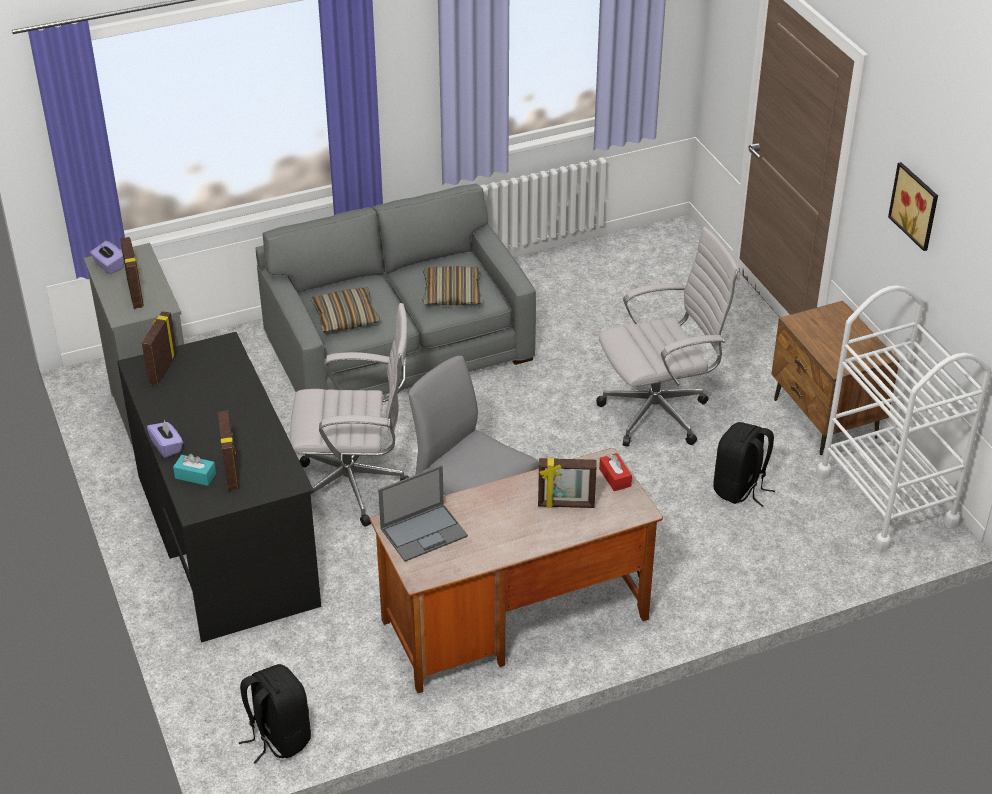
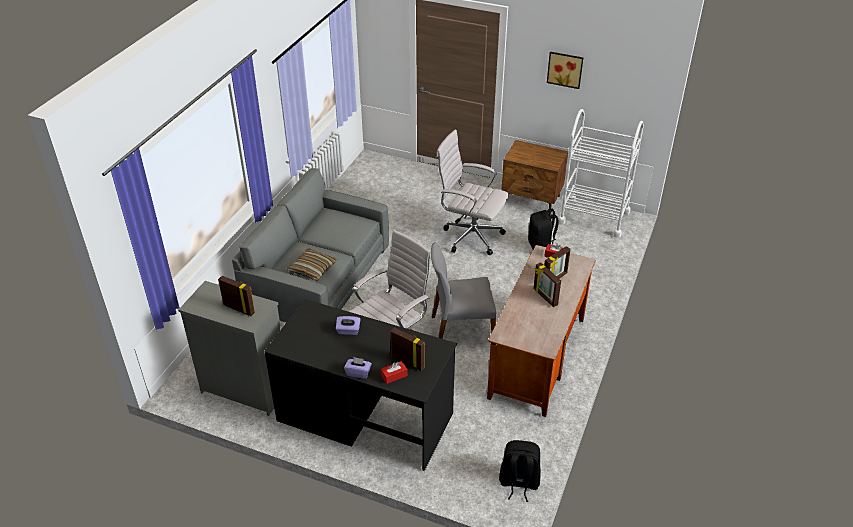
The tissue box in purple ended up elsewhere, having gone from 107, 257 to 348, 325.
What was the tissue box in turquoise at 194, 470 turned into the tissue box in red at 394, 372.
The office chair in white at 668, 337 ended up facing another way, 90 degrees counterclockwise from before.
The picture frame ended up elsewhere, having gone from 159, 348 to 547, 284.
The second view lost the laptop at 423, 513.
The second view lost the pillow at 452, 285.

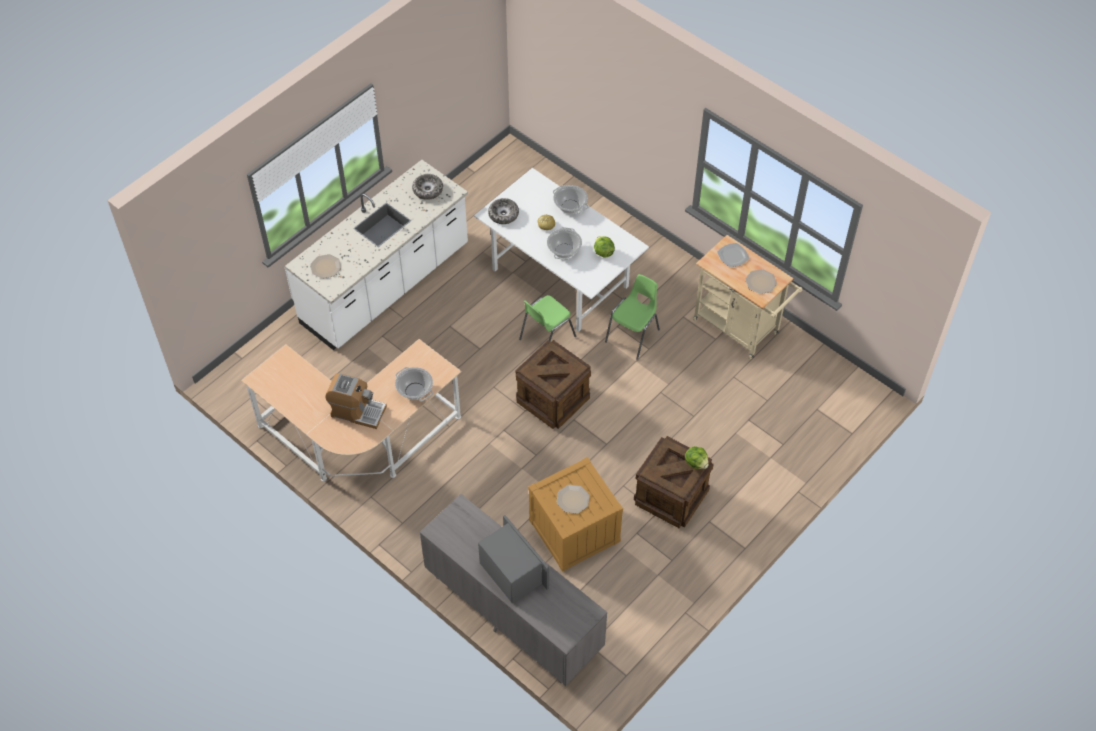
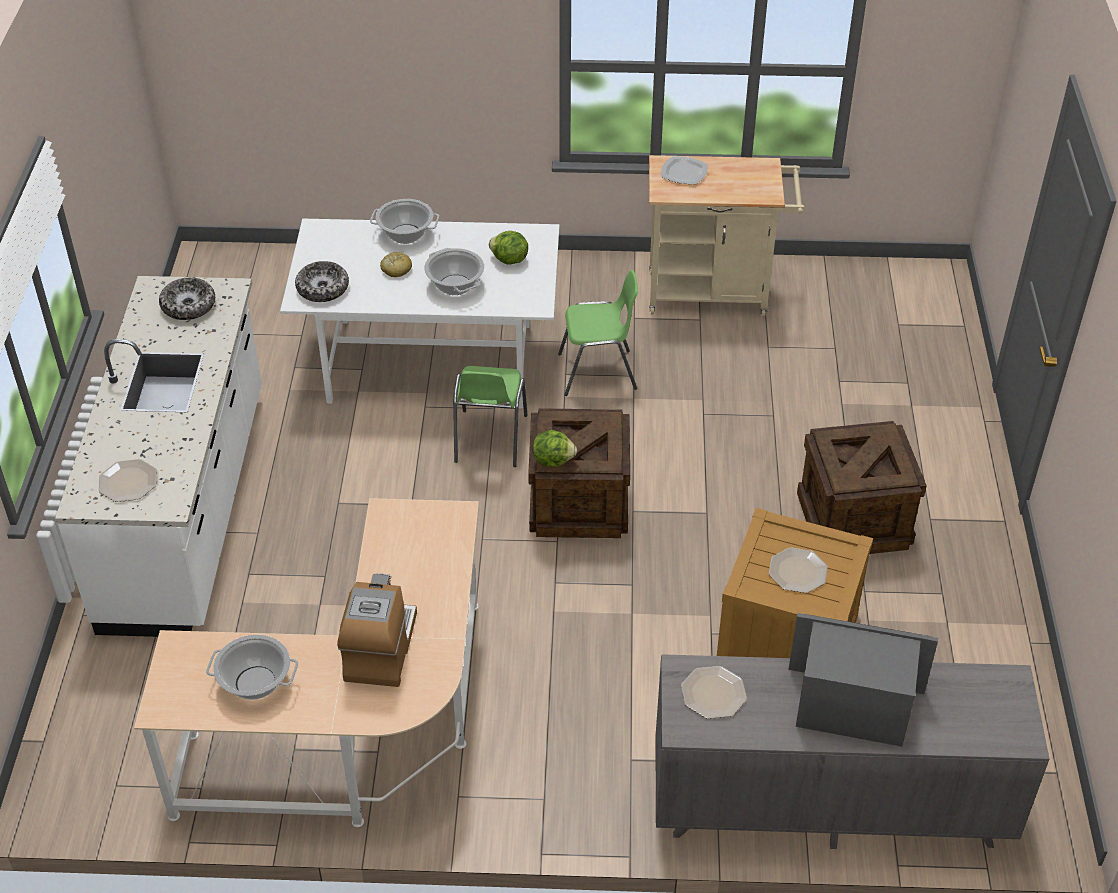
The cooking pot ended up elsewhere, having gone from 414, 384 to 252, 667.
The coffee machine at 356, 401 ended up facing another way, 60 degrees counterclockwise from before.
The lettuce ended up elsewhere, having gone from 696, 457 to 555, 448.
The chair in green at 632, 317 ended up facing another way, 90 degrees clockwise from before.
The plate ended up elsewhere, having gone from 761, 281 to 714, 692.

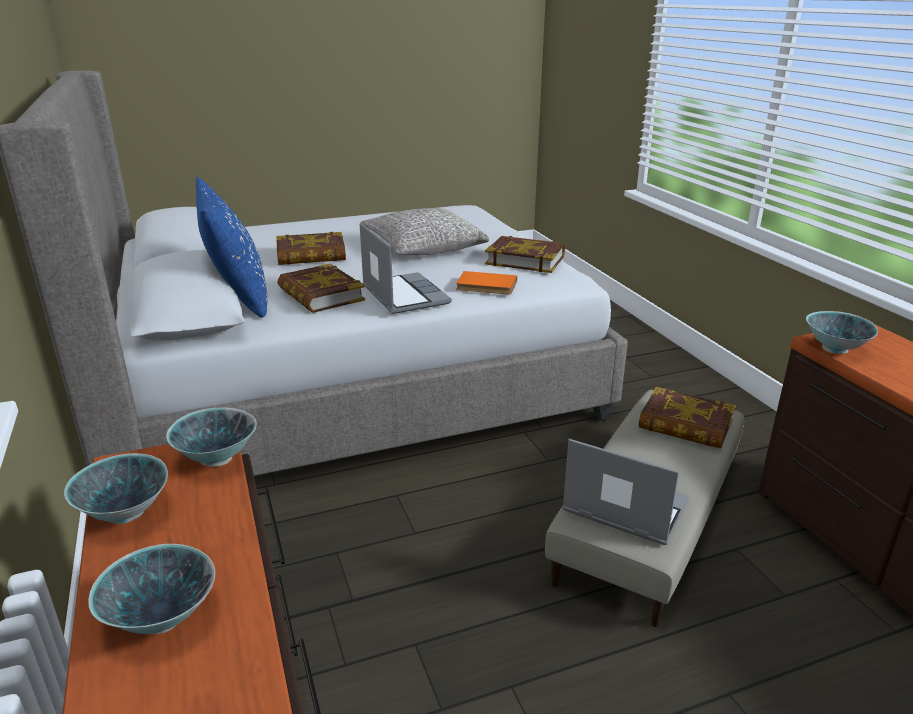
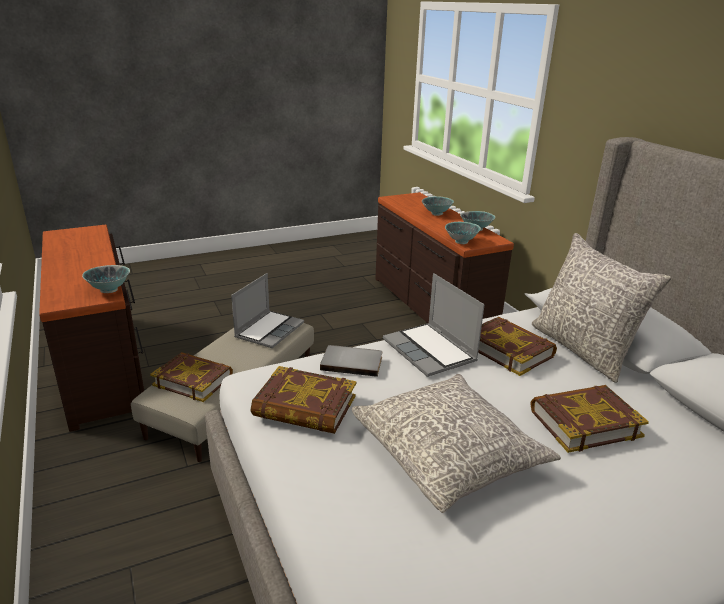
The laptop at 625, 492 ended up facing another way, 90 degrees counterclockwise from before.
What was the book in orange at 486, 283 turned into the book in grey at 351, 361.
What was the pillow in blue at 231, 247 turned into the pillow in grey at 601, 308.

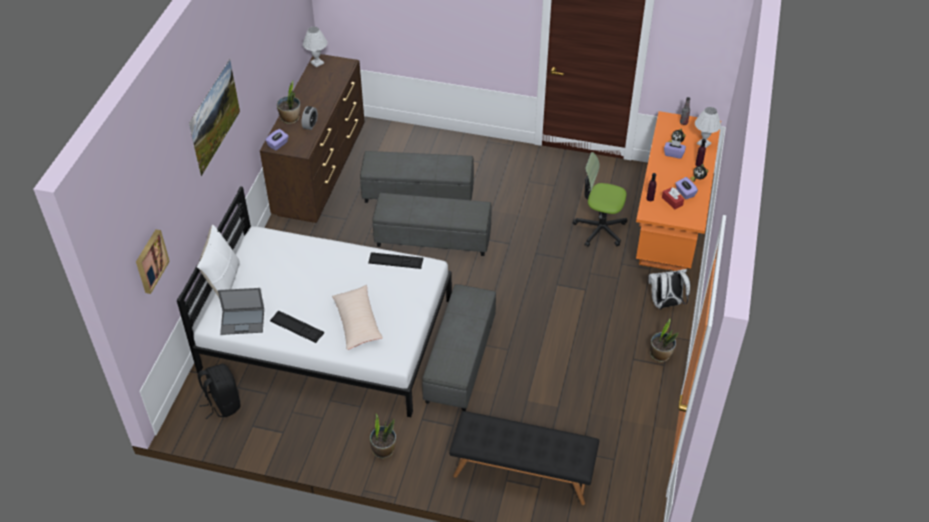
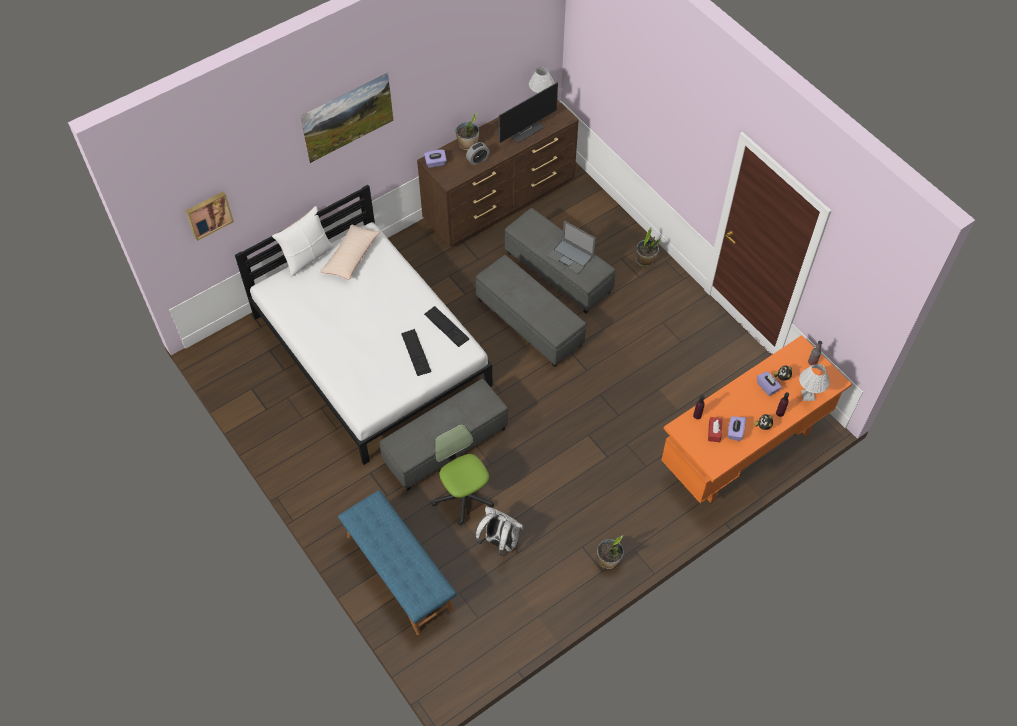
The pillow in beige ended up elsewhere, having gone from 357, 317 to 350, 252.
What was the bench in black at 524, 458 turned into the bench in blue at 397, 562.
The keyboard ended up elsewhere, having gone from 297, 326 to 416, 352.
The office chair ended up elsewhere, having gone from 599, 199 to 462, 474.
The backpack in white ended up elsewhere, having gone from 669, 289 to 500, 531.
The second view gained the monitor at 528, 112.
The laptop ended up elsewhere, having gone from 241, 311 to 571, 247.
The potted plant ended up elsewhere, having gone from 383, 436 to 648, 247.
The second view lost the backpack in black at 219, 391.

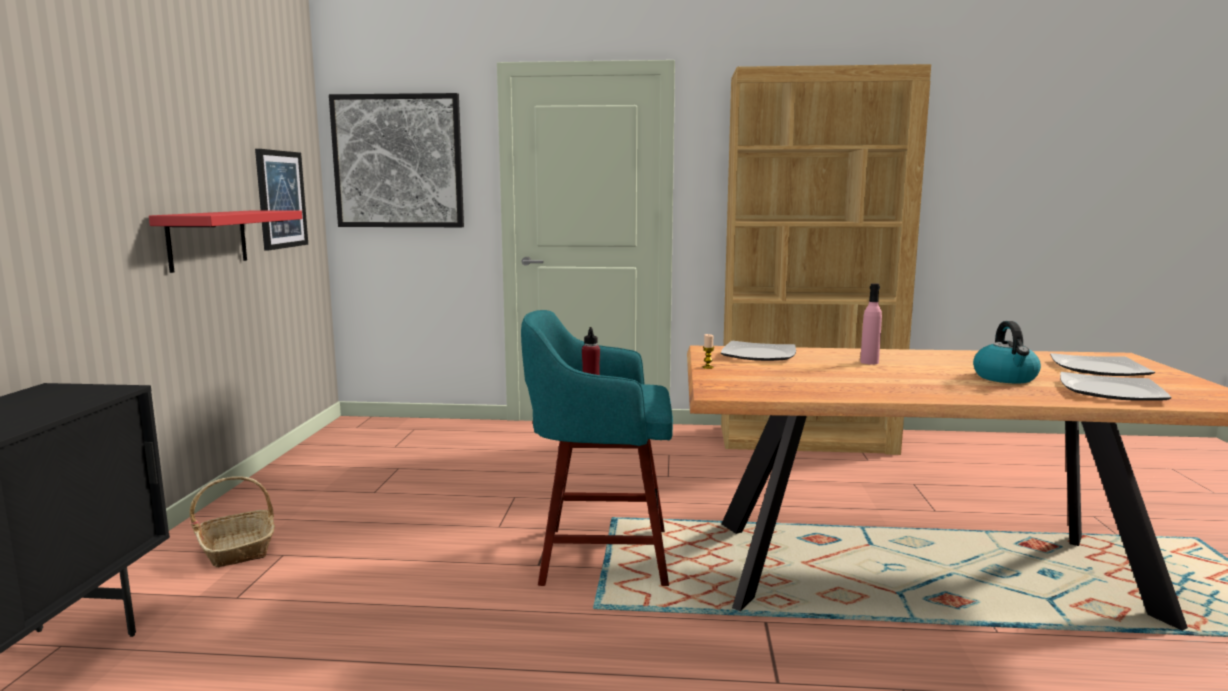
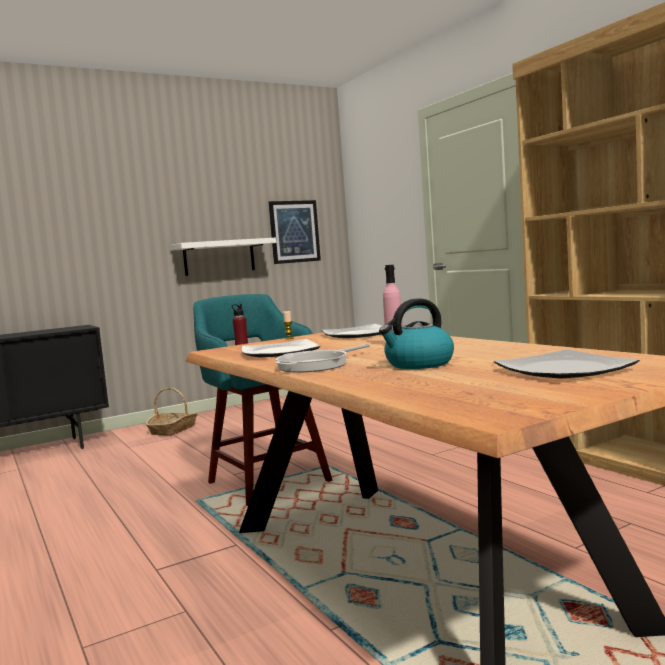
What was the shelf in red at 225, 241 turned into the shelf in white at 223, 257.
The plate ended up elsewhere, having gone from 1116, 386 to 281, 348.
The second view gained the frying pan at 323, 358.
The second view lost the picture at 396, 160.

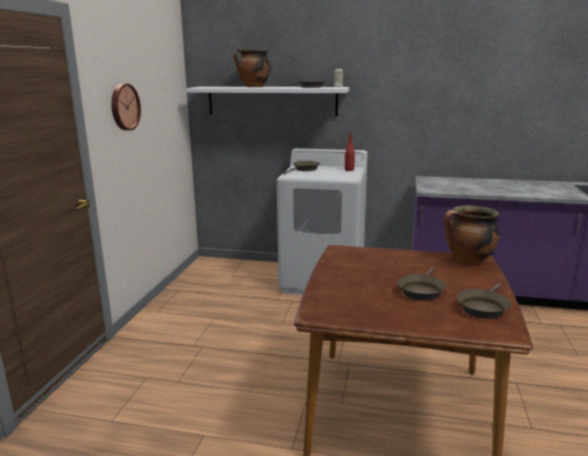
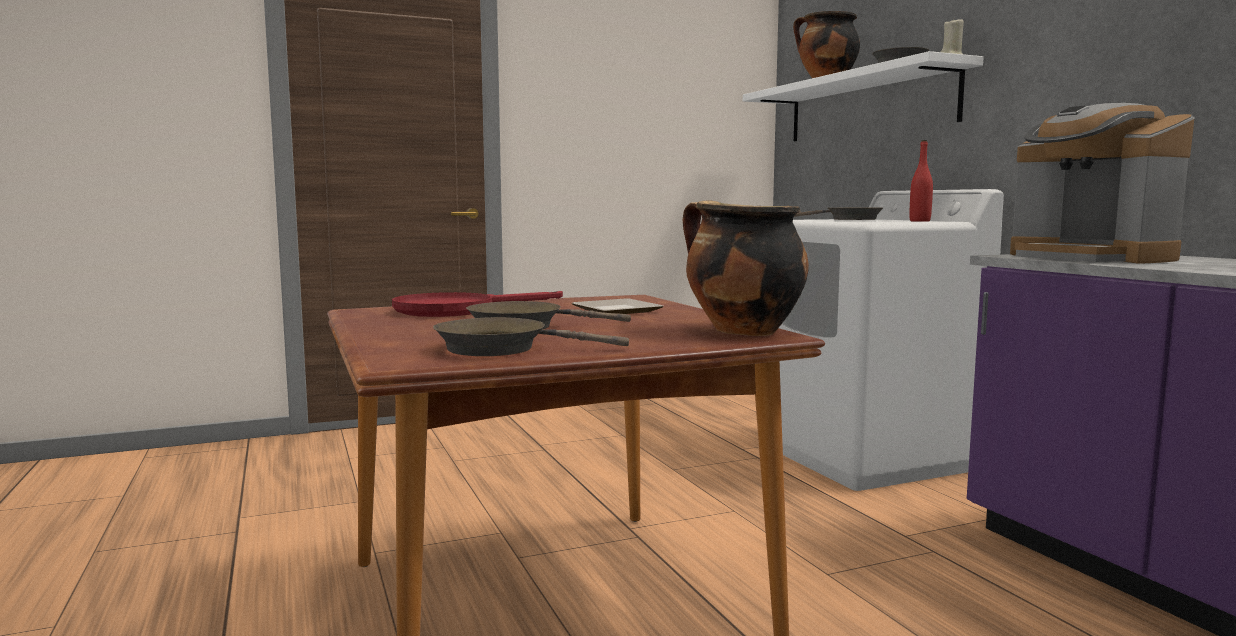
The second view gained the frying pan in red at 477, 304.
The second view gained the plate at 617, 306.
The second view gained the coffee machine at 1102, 183.
The second view lost the wall clock at 126, 107.

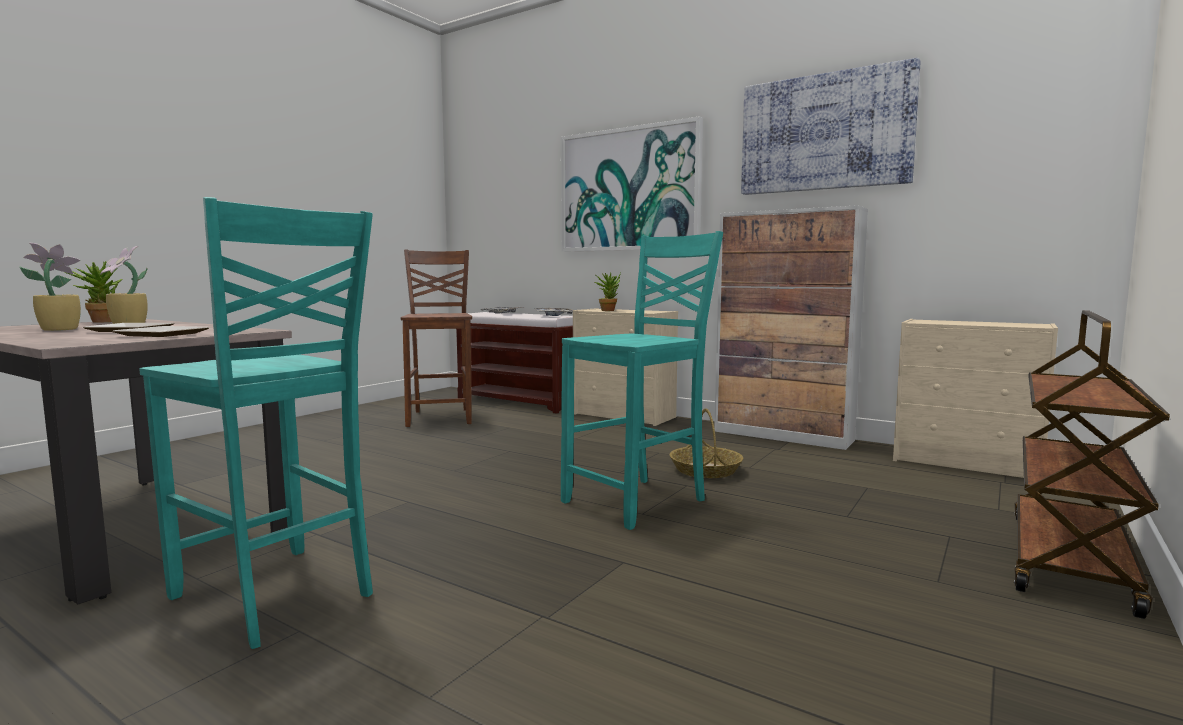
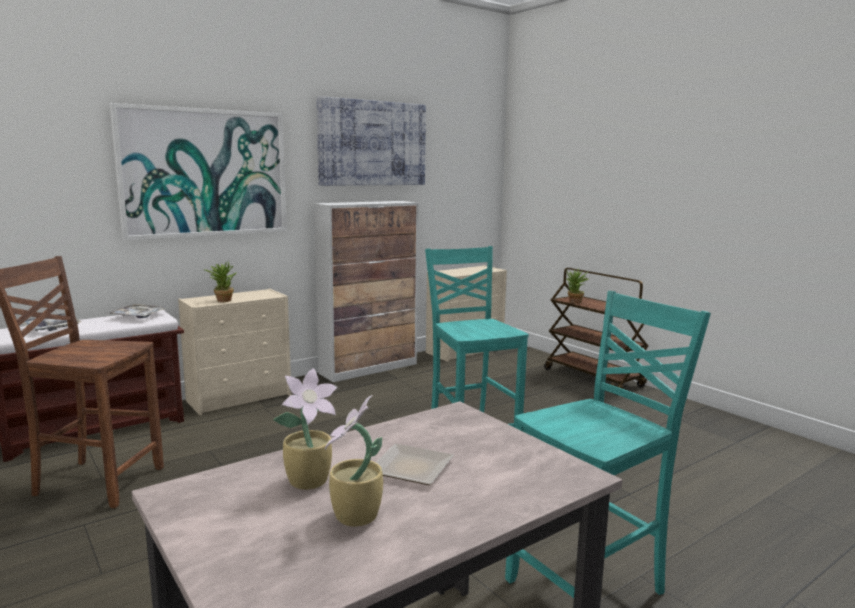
The potted plant ended up elsewhere, having gone from 93, 292 to 577, 286.
The second view lost the plate at 161, 331.
The second view lost the basket at 706, 443.

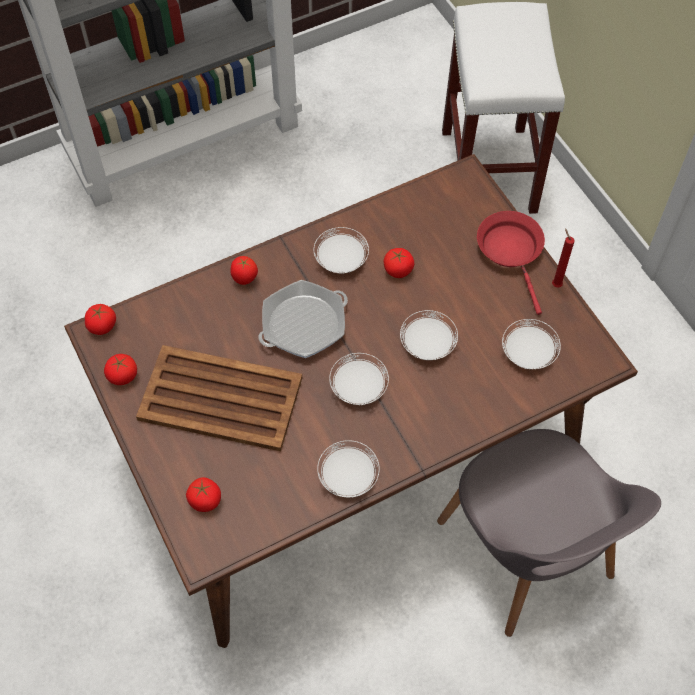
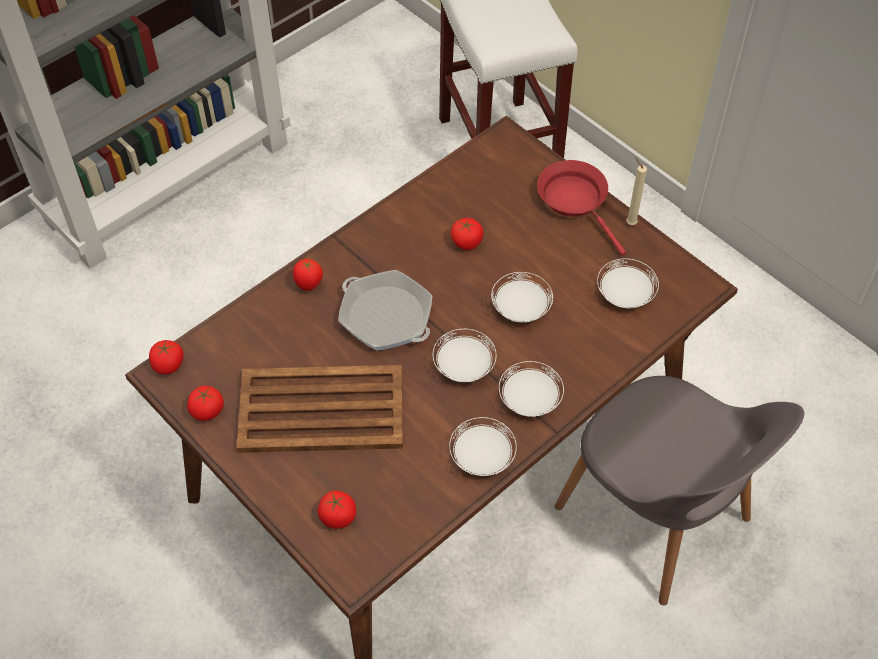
The frying pan at 303, 319 ended up facing another way, 90 degrees clockwise from before.
The plate in white ended up elsewhere, having gone from 341, 250 to 531, 389.
What was the candle in red at 563, 258 turned into the candle in beige at 636, 191.

